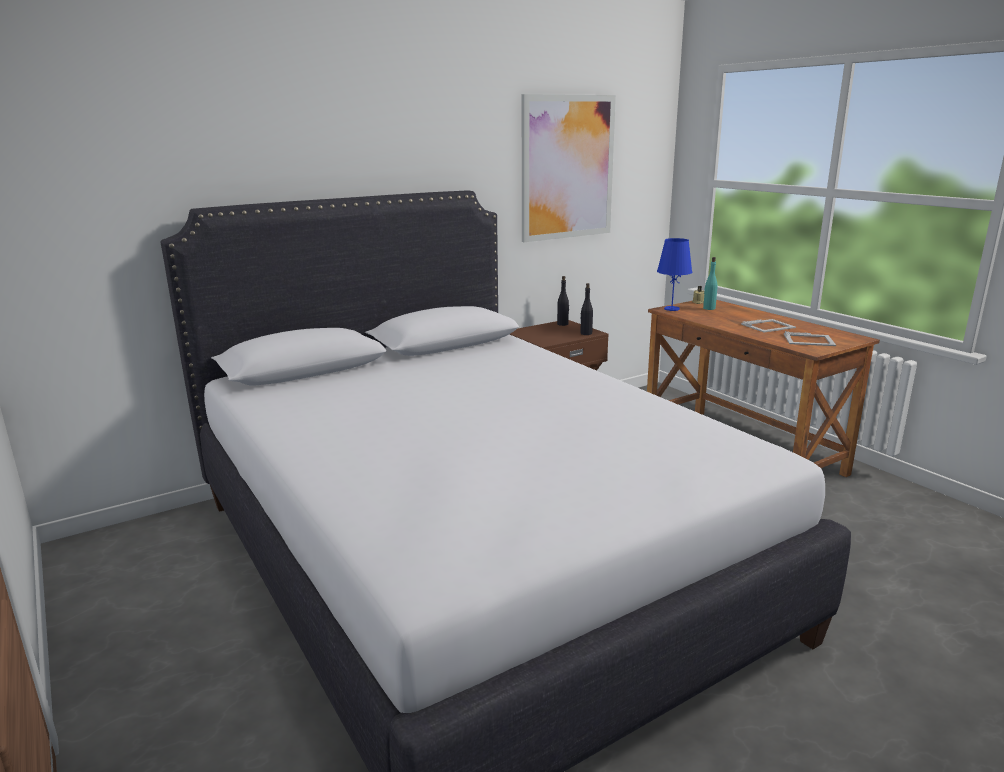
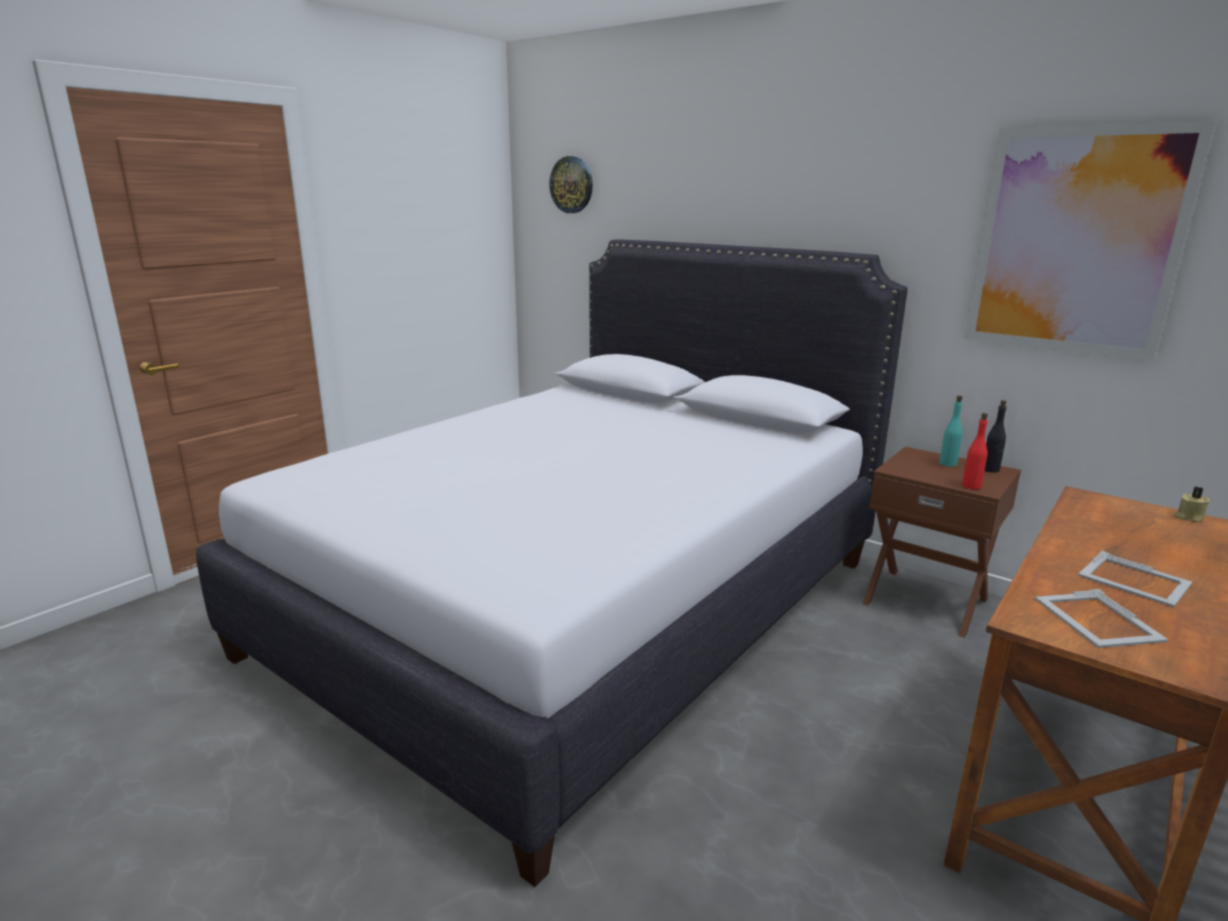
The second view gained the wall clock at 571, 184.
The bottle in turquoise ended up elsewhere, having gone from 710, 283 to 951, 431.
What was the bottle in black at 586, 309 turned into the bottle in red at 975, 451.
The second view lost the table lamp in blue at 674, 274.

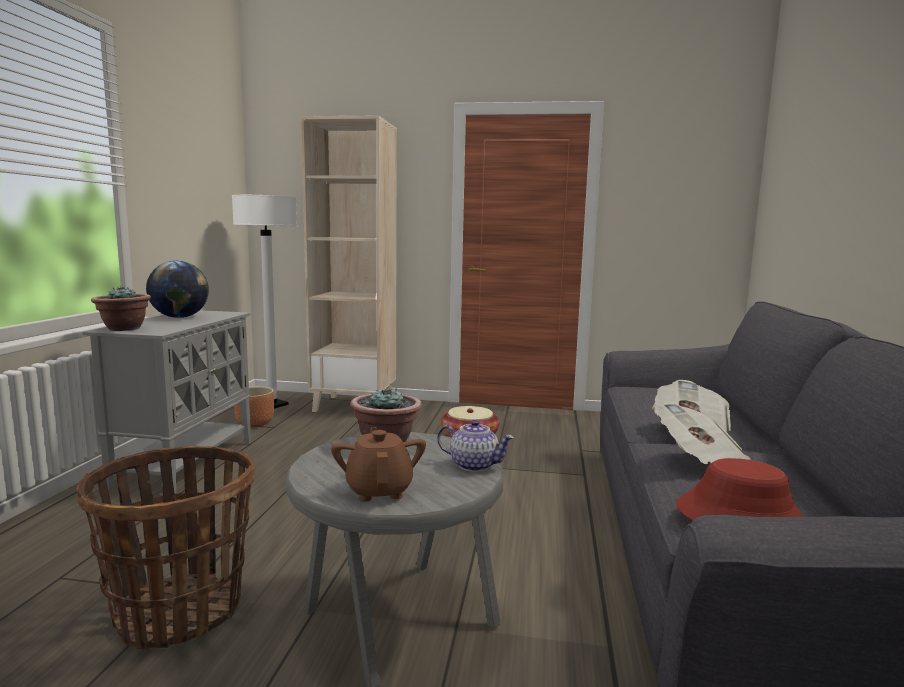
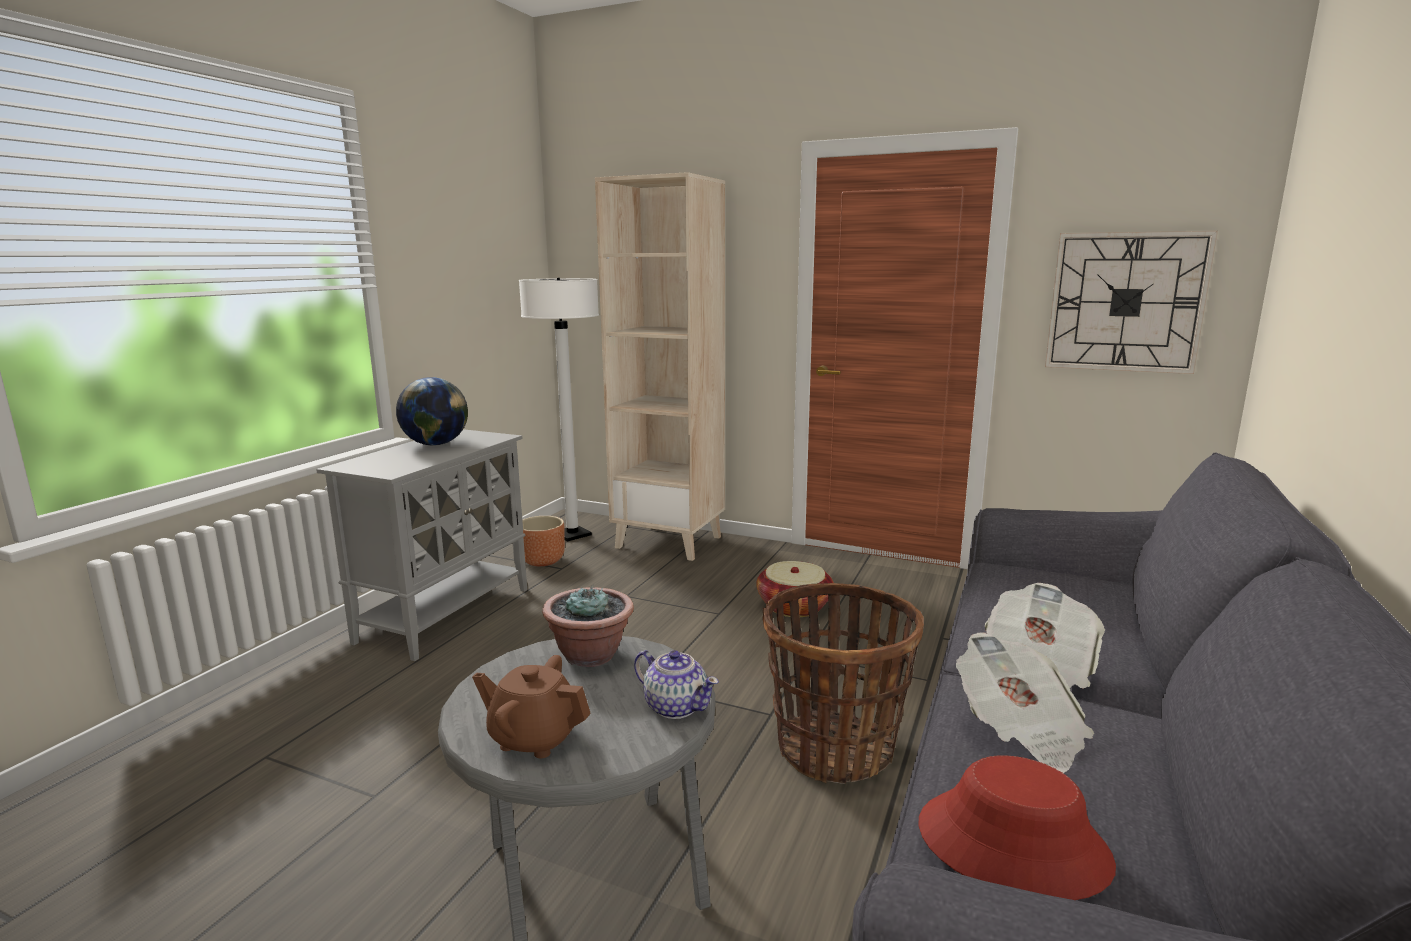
The teapot in brown at 378, 464 ended up facing another way, 75 degrees counterclockwise from before.
The basket ended up elsewhere, having gone from 166, 548 to 843, 683.
The second view gained the wall clock at 1131, 302.
The second view lost the potted plant at 121, 308.

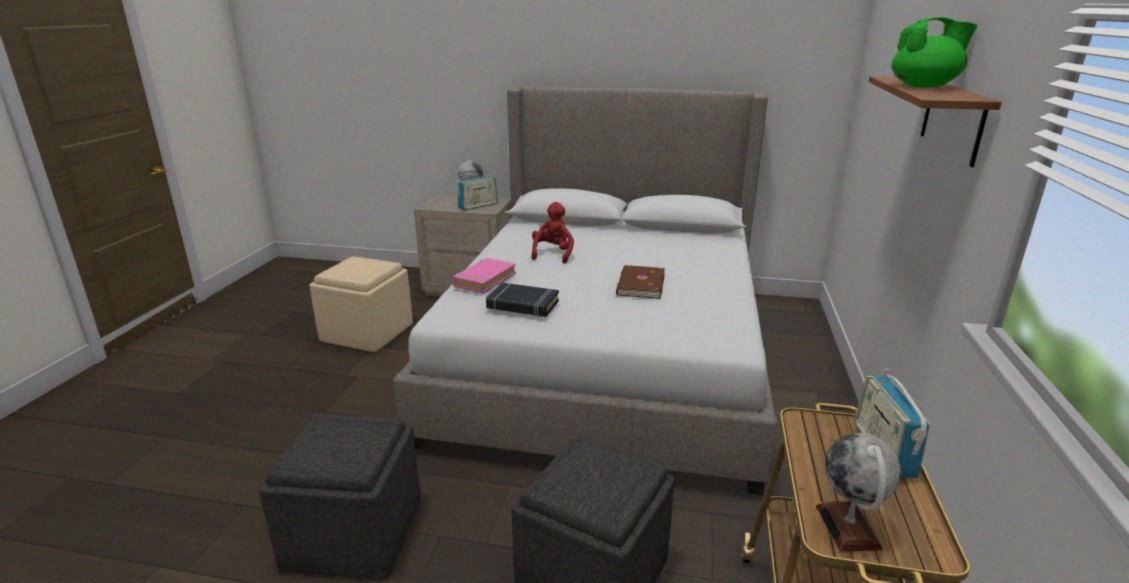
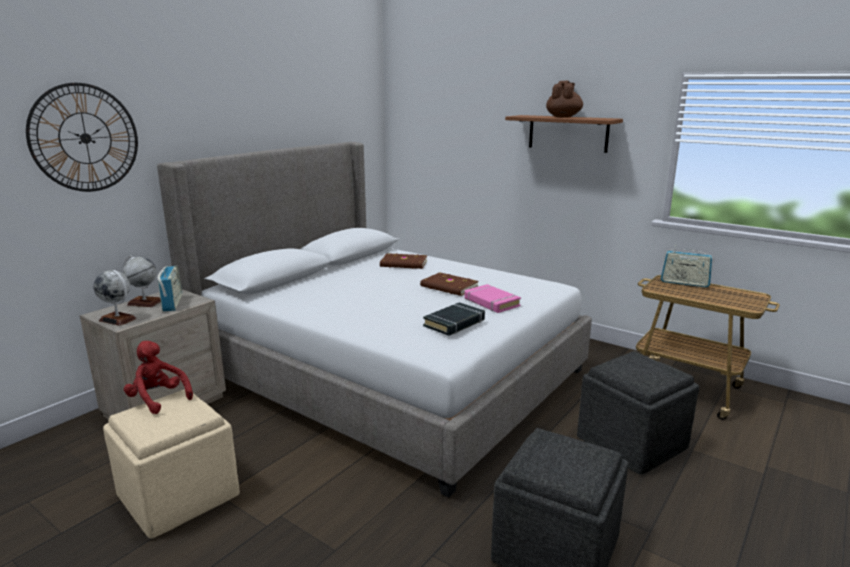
The second view gained the wall clock at 82, 137.
The globe ended up elsewhere, having gone from 858, 492 to 115, 298.
The plush toy in red ended up elsewhere, having gone from 552, 233 to 158, 377.
The second view gained the book in brown at 403, 261.
The book in pink ended up elsewhere, having gone from 484, 276 to 493, 298.
What was the teapot in green at 934, 52 turned into the teapot in brown at 564, 99.

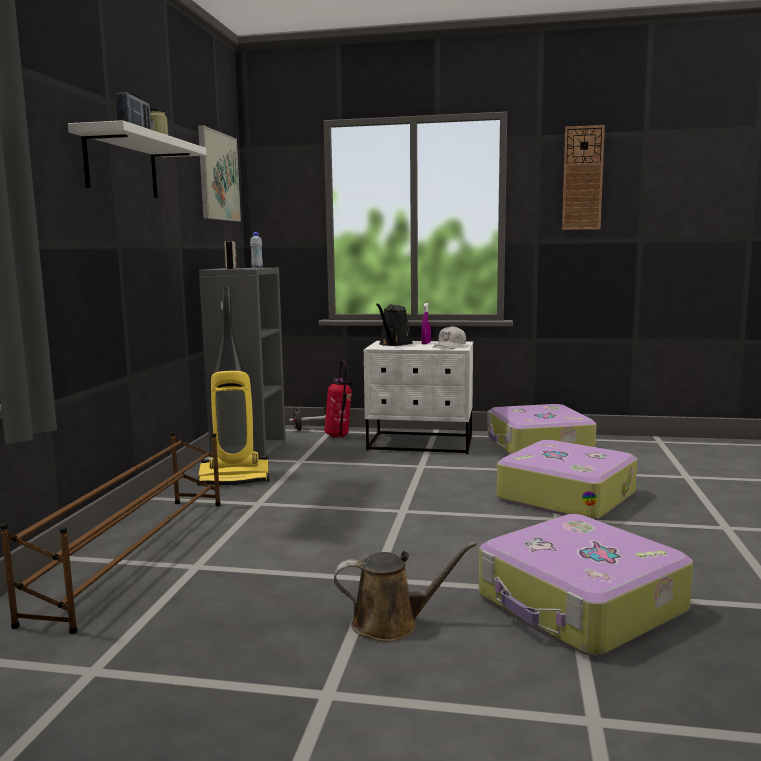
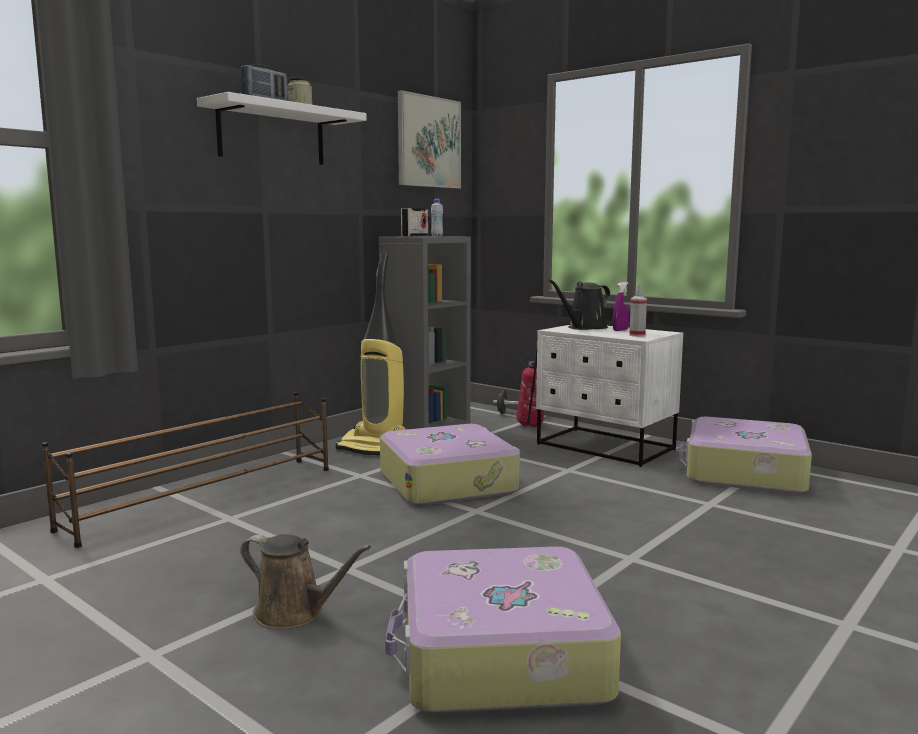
The suitcase ended up elsewhere, having gone from 567, 480 to 450, 465.
Where the cap in white stood at 449, 337, the spray bottle came to stand at 638, 310.
The second view lost the wall clock at 583, 177.

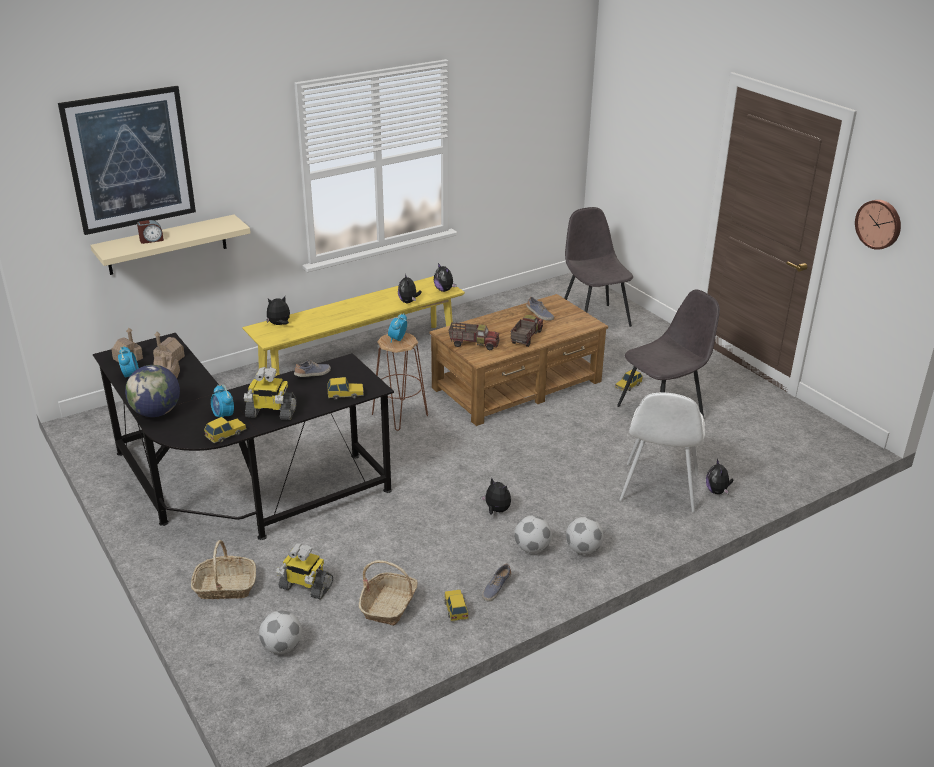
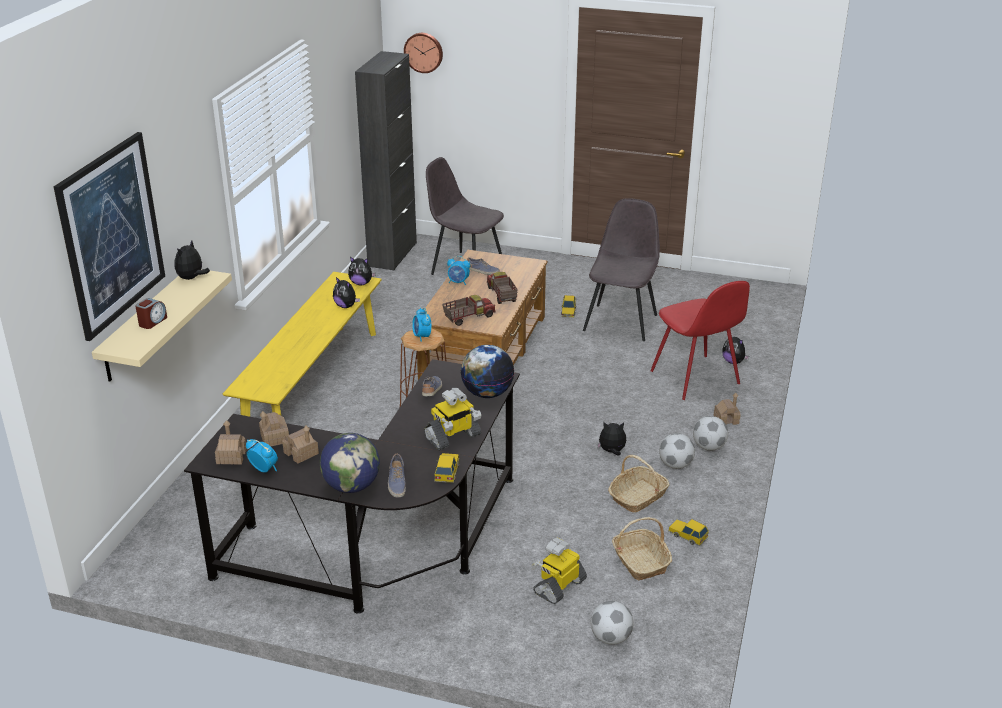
The plush toy ended up elsewhere, having gone from 278, 310 to 192, 260.
The second view gained the cabinet in black at 386, 160.
The shoe ended up elsewhere, having gone from 497, 583 to 397, 475.
The wall clock ended up elsewhere, having gone from 878, 225 to 423, 53.
The alarm clock ended up elsewhere, having gone from 222, 401 to 458, 270.
Where the toy car stood at 345, 388, the globe came to stand at 487, 371.
The toy robot at 304, 571 ended up facing another way, 150 degrees clockwise from before.
The basket ended up elsewhere, having gone from 223, 569 to 639, 483.
What was the chair in white at 662, 452 turned into the chair in red at 700, 340.
The second view gained the toy house at 727, 409.

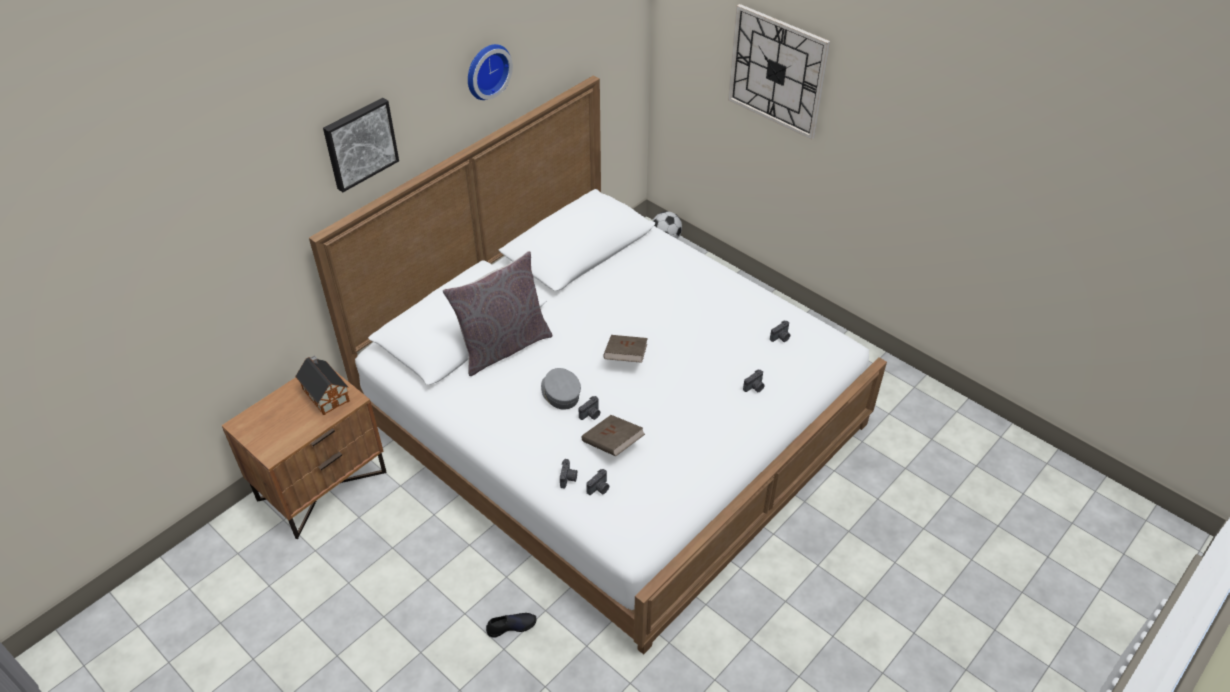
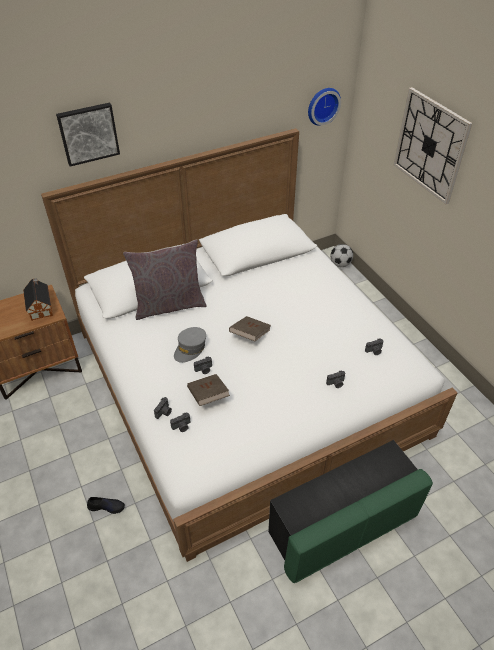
The cap in grey at 561, 389 ended up facing another way, 135 degrees counterclockwise from before.
The second view gained the ottoman in green at 350, 511.
The wall clock ended up elsewhere, having gone from 490, 72 to 324, 107.

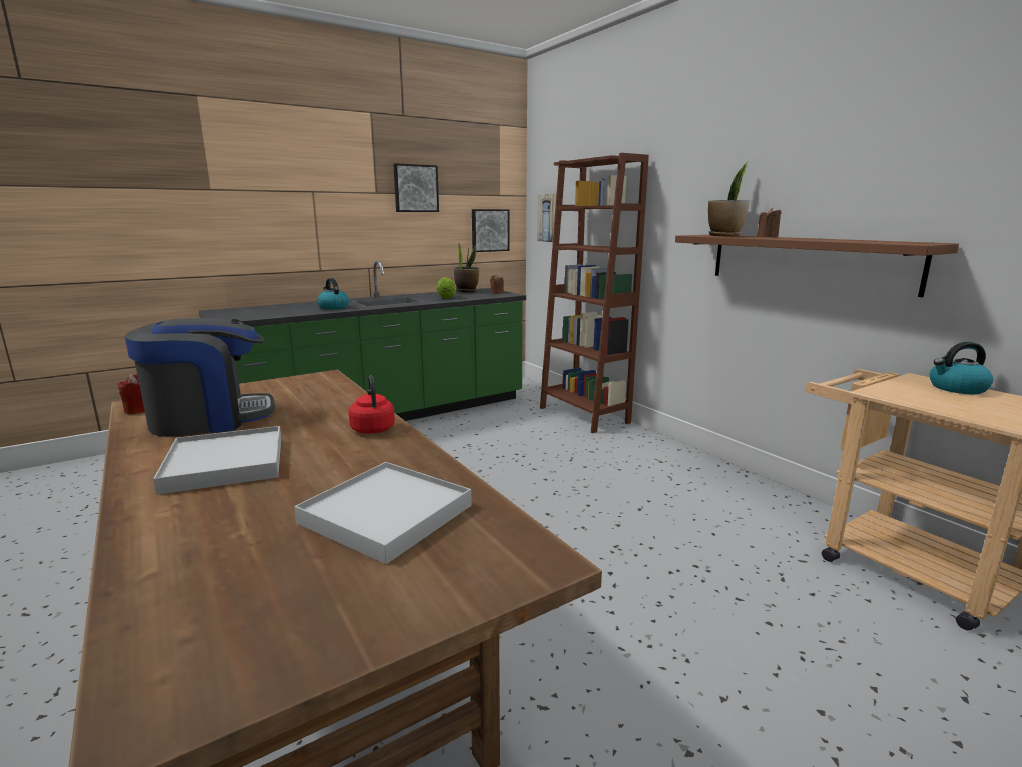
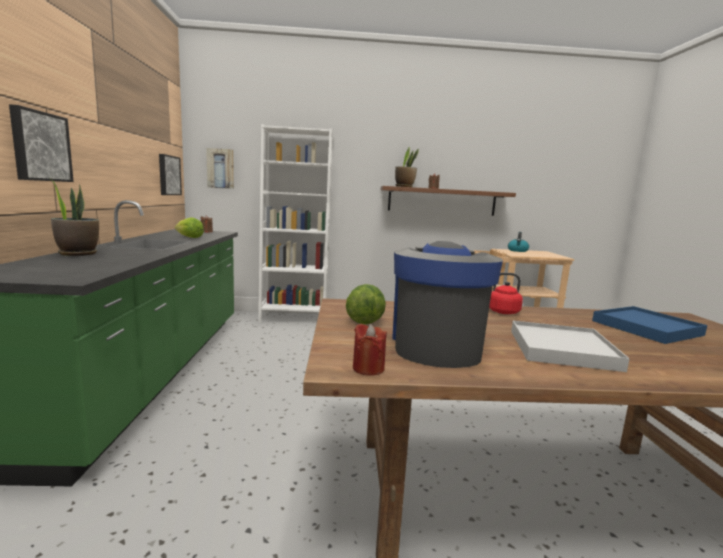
The picture ended up elsewhere, having gone from 416, 187 to 41, 143.
The potted plant ended up elsewhere, having gone from 466, 267 to 75, 217.
What was the bookcase in brown at 594, 293 turned into the bookcase in white at 295, 224.
The second view gained the lettuce at 366, 304.
What was the tray in white at 383, 513 turned into the tray in blue at 649, 325.
The second view lost the kettle at 333, 293.

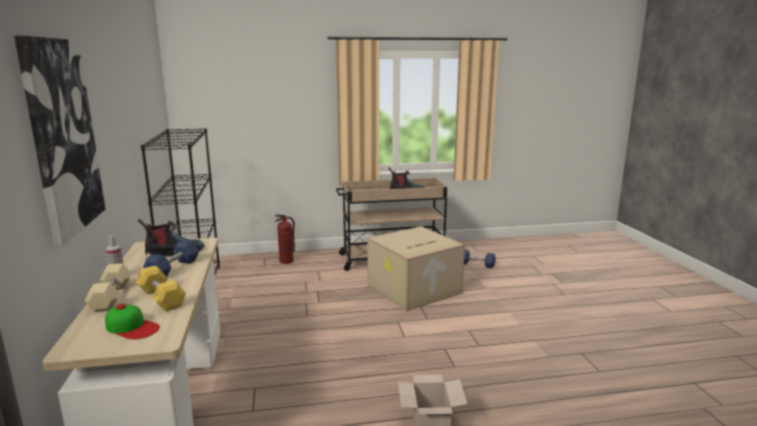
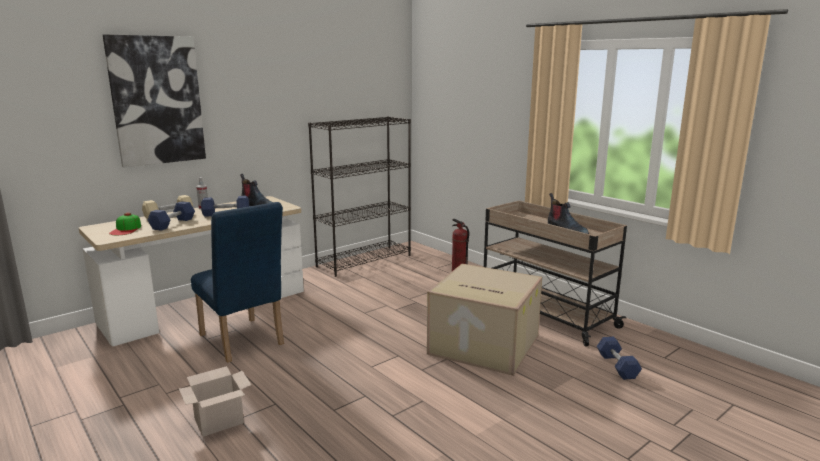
What was the dumbbell in yellow at 161, 288 turned into the dumbbell in blue at 171, 216.
The second view gained the chair in blue at 237, 282.

